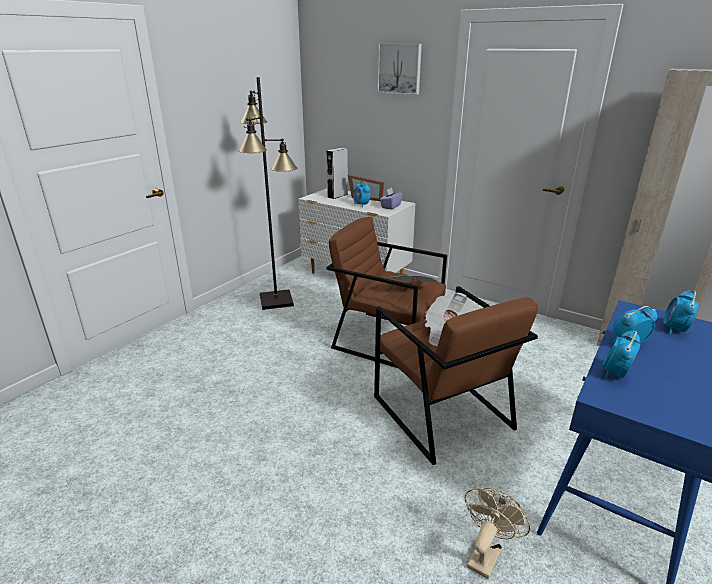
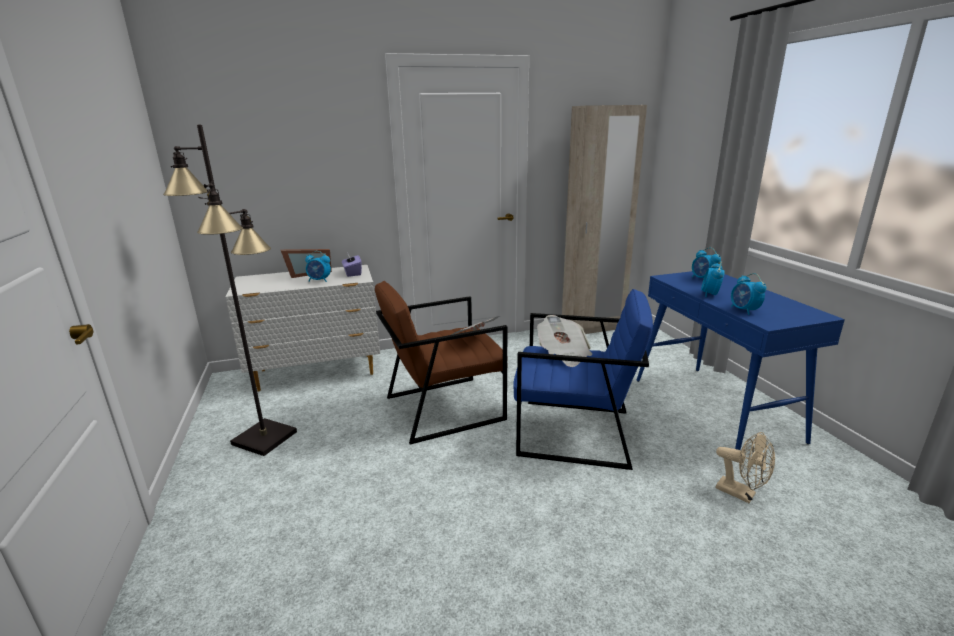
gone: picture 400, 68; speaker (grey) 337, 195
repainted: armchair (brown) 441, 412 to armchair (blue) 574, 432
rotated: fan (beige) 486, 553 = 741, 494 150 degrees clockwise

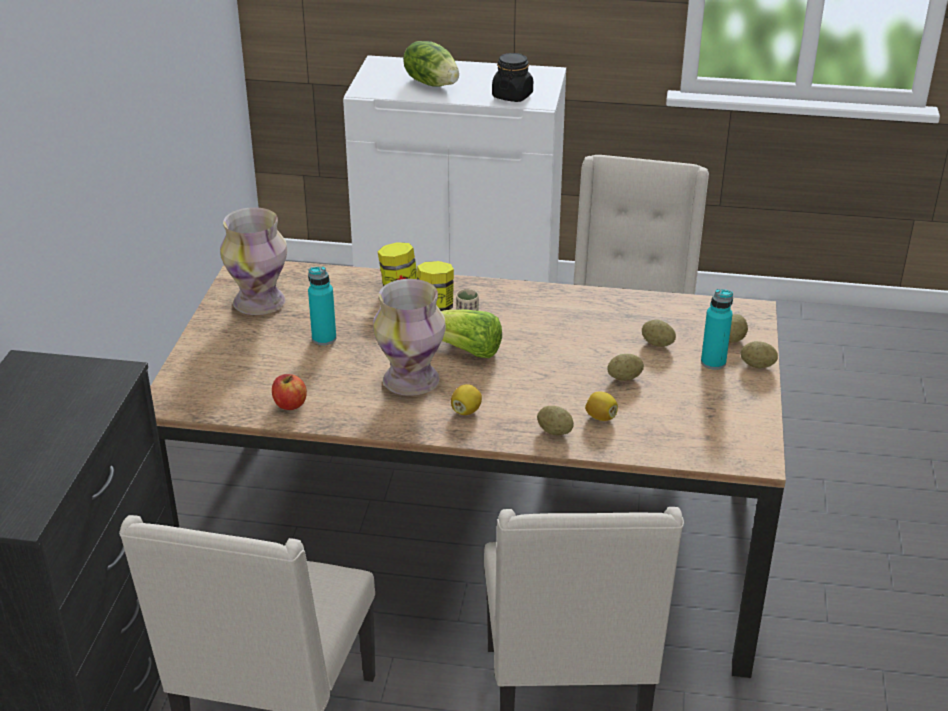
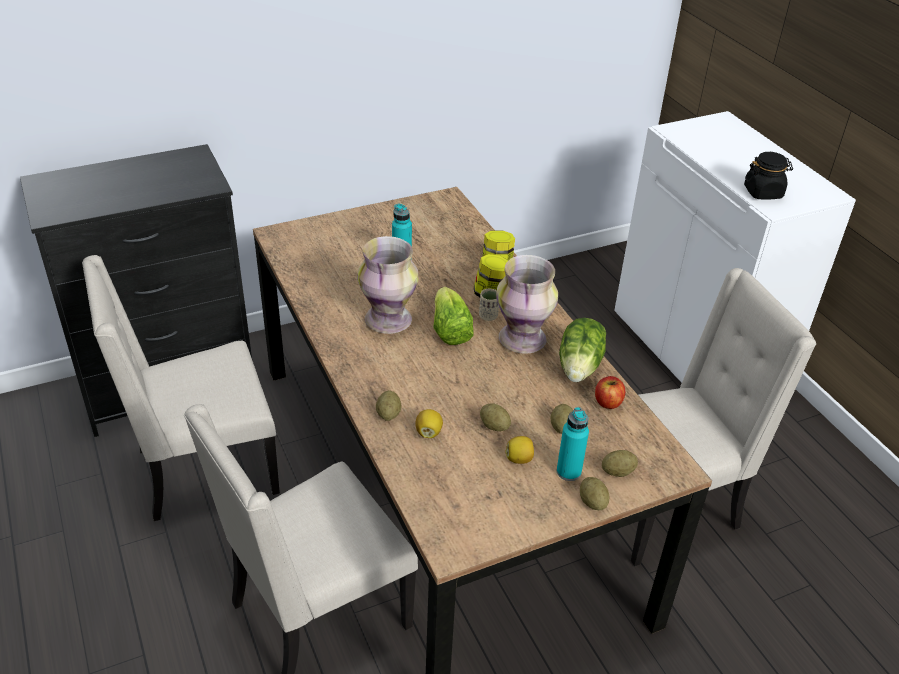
shifted: lettuce 432, 83 to 580, 366; vase 260, 302 to 523, 339; apple 290, 404 to 608, 402; lemon 466, 411 to 519, 459

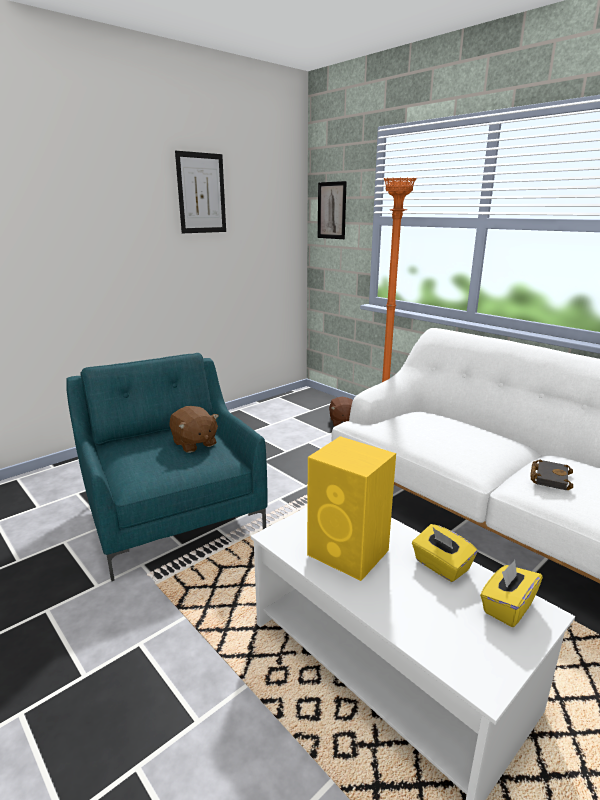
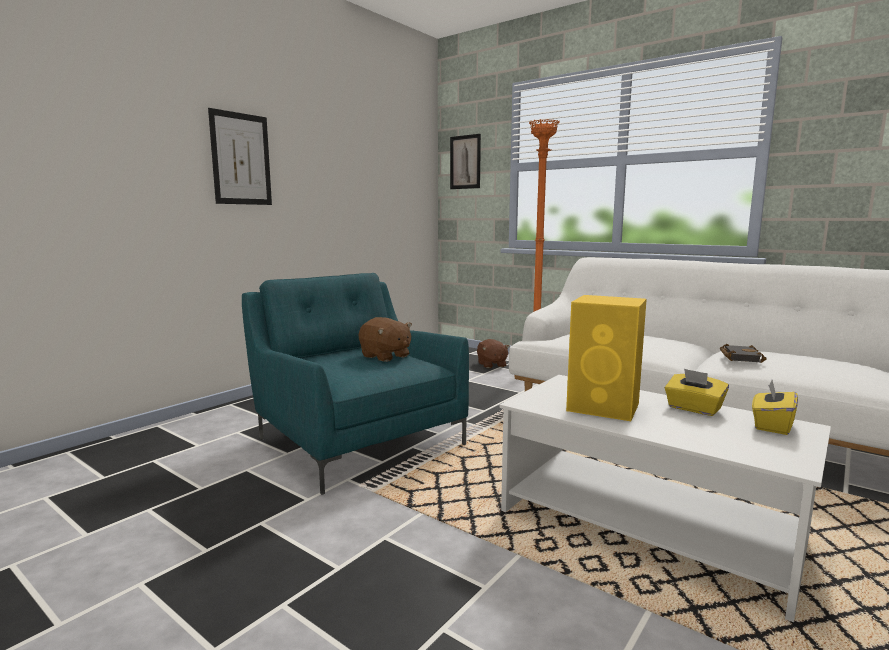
shifted: picture 201, 193 to 241, 159

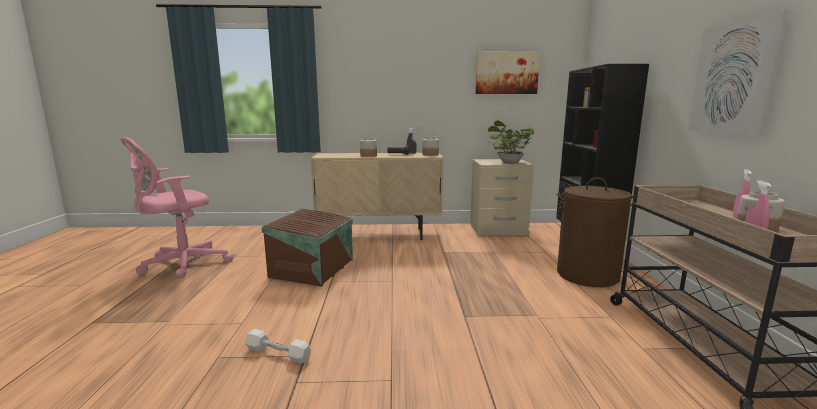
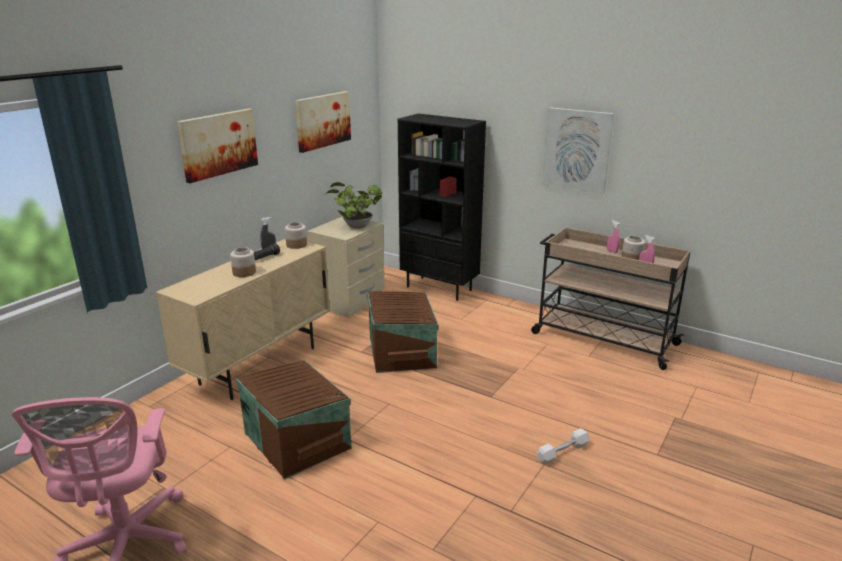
gone: laundry basket (brown) 587, 275
new: picture 218, 144; storage box (brown) 403, 351
shifted: dumbbell (white) 278, 353 to 562, 452

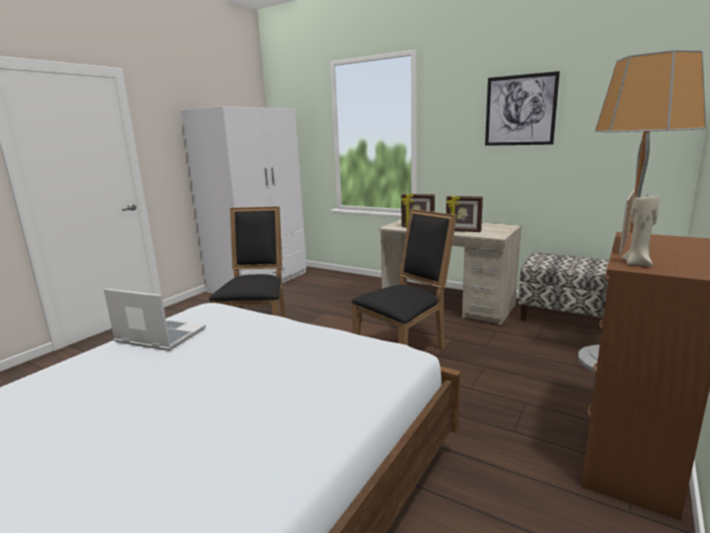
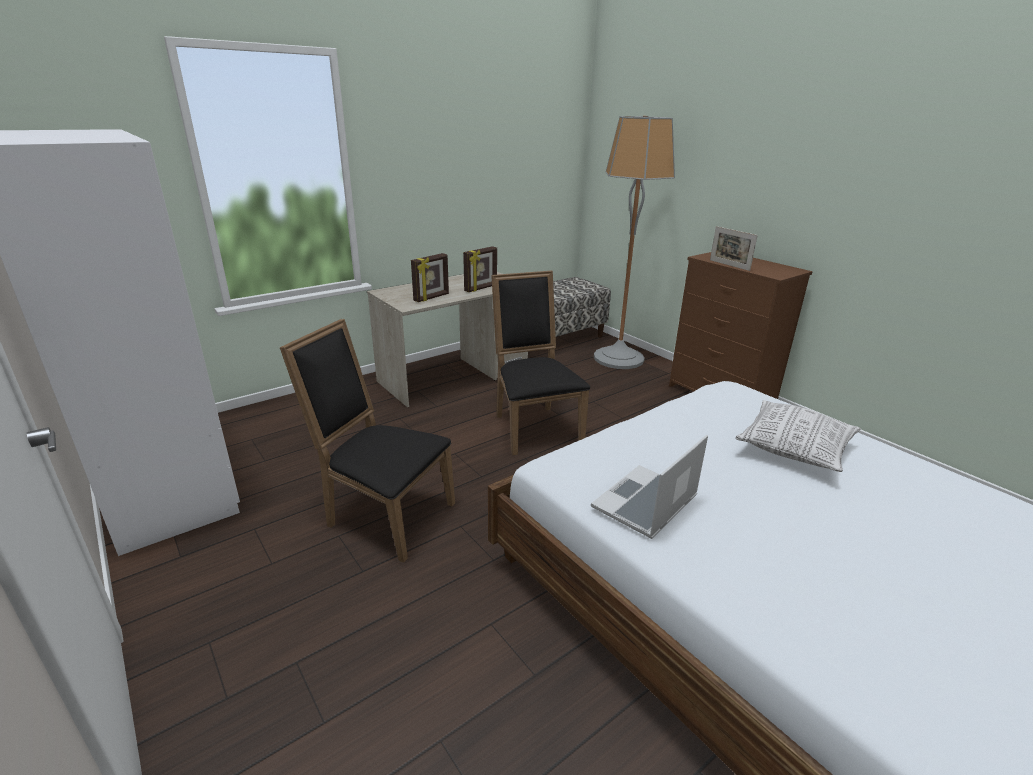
gone: picture 520, 110; candle (beige) 637, 264
new: pillow 794, 448

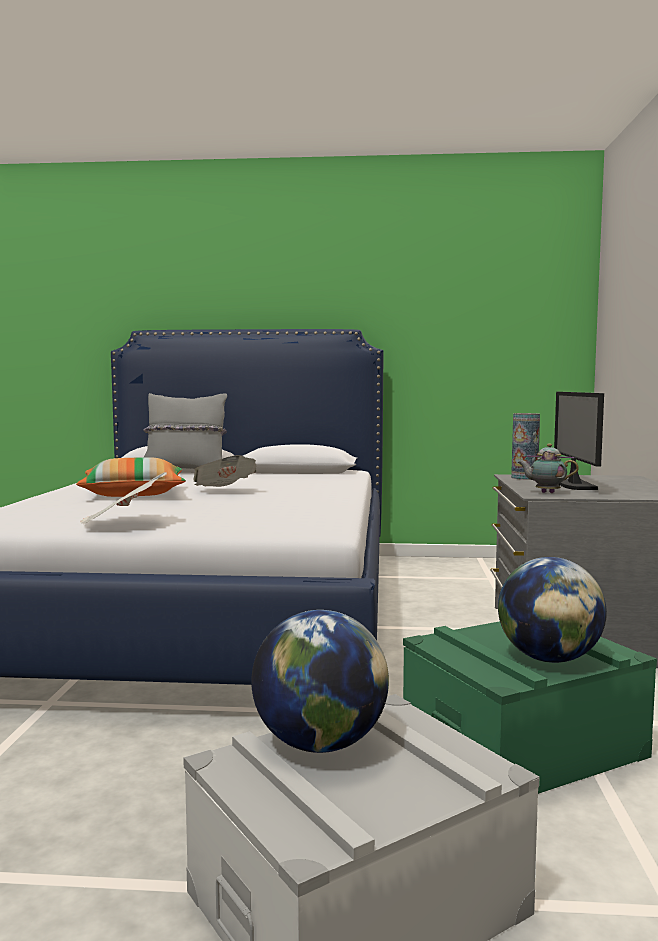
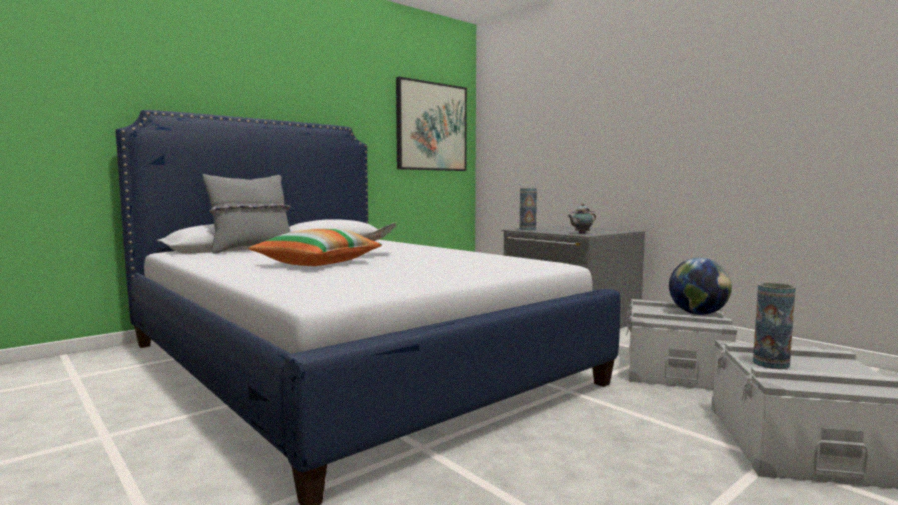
gone: monitor 574, 485; newspaper 121, 523
new: picture 431, 127
swapped: globe 320, 744 to vase 771, 364
repainted: storage box (green) 522, 744 to storage box (grey) 675, 368

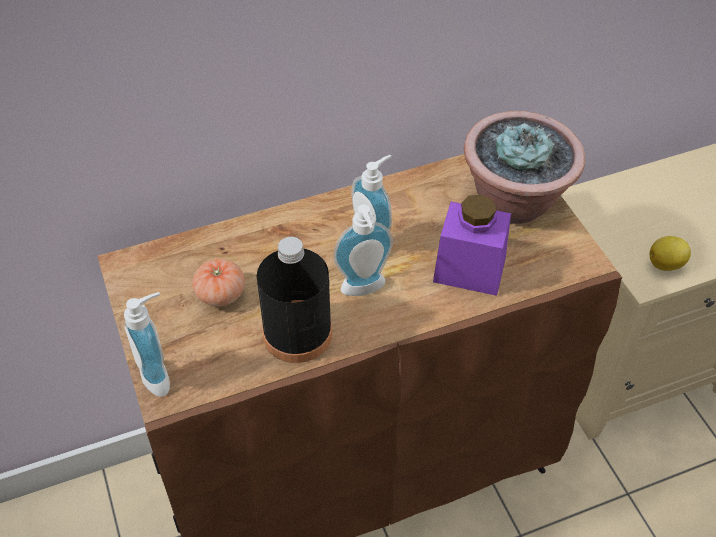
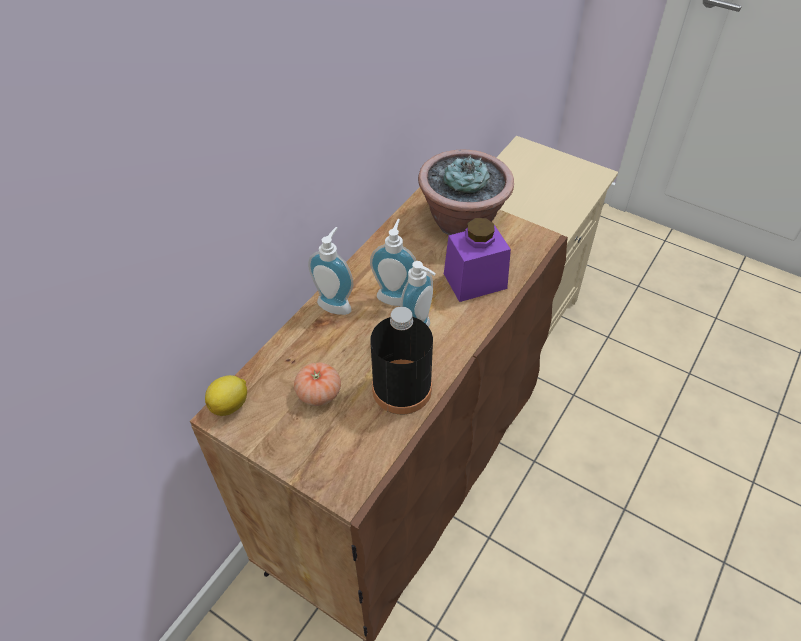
shifted: lemon 666, 264 to 231, 405; soap dispenser 160, 375 to 336, 303

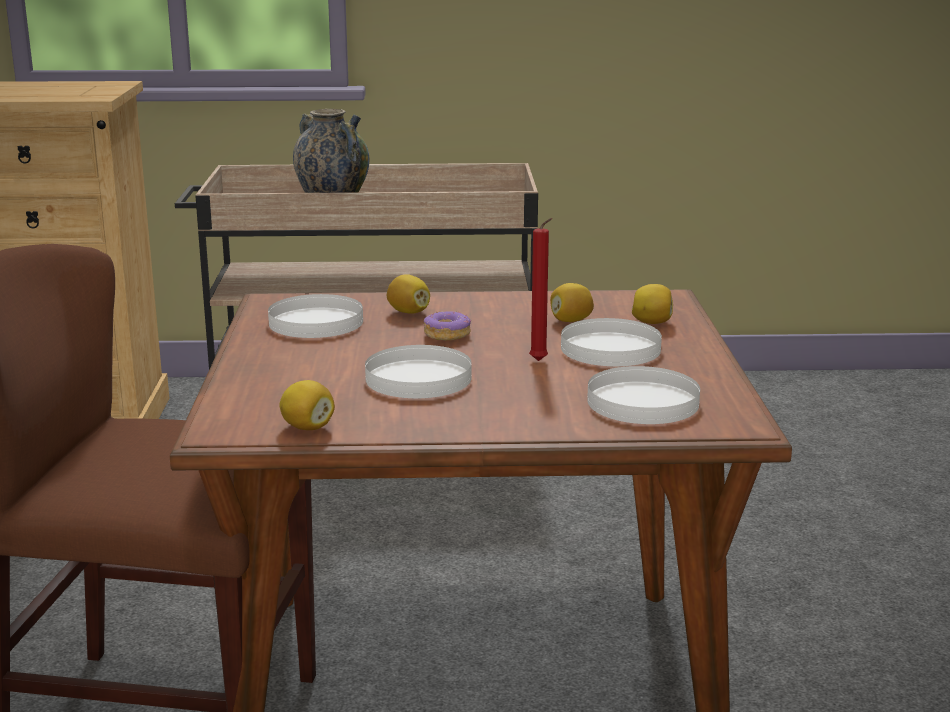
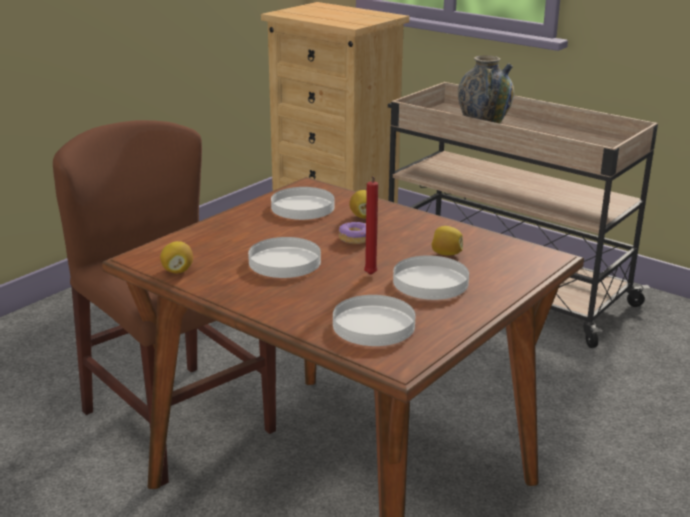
gone: lemon 652, 322

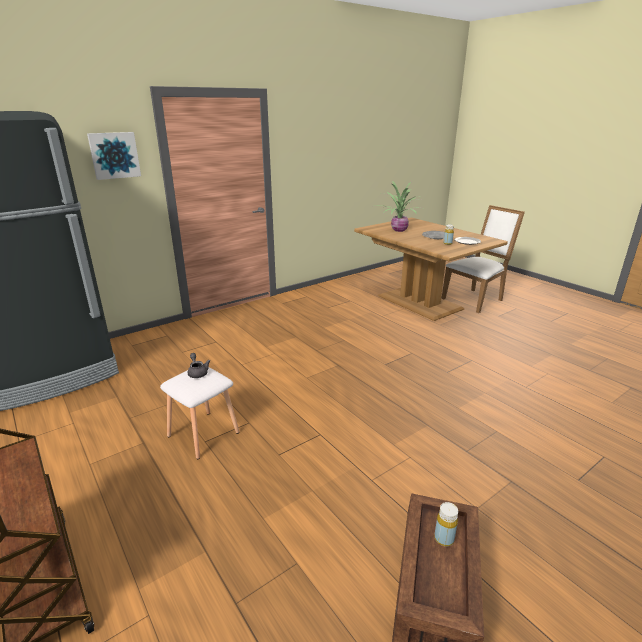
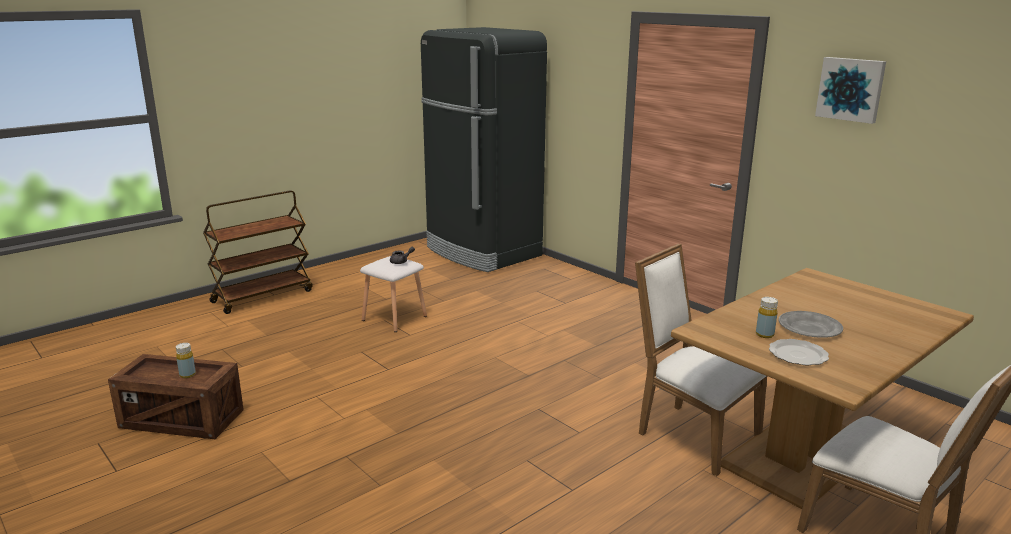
gone: potted plant 398, 230
new: chair (white) 691, 434
shifted: picture 114, 155 to 851, 89

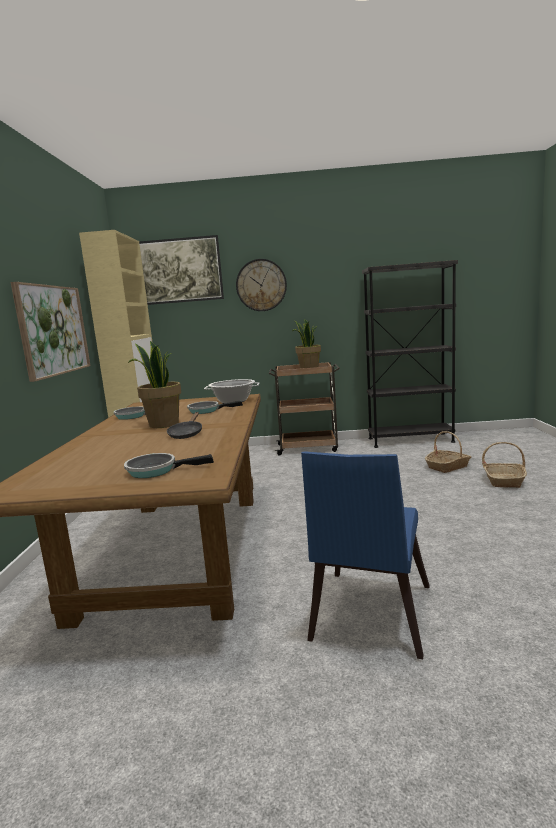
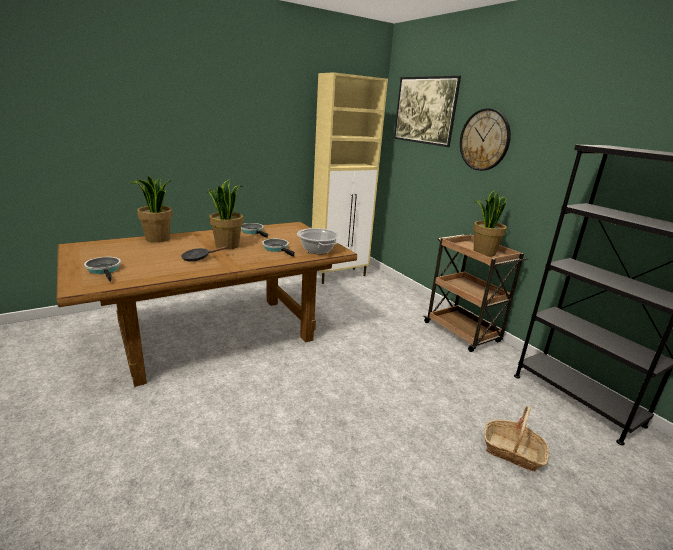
gone: picture 53, 330; basket 504, 480; chair (blue) 368, 617
new: potted plant 158, 239

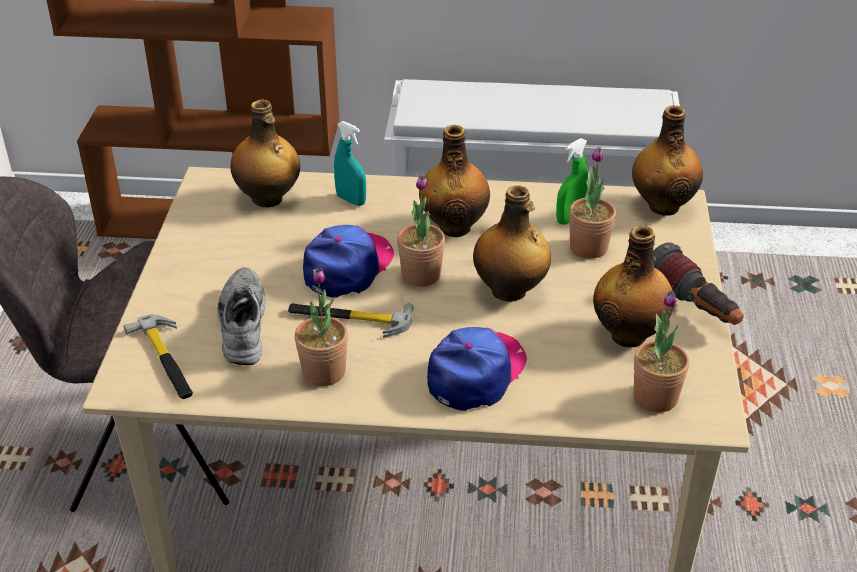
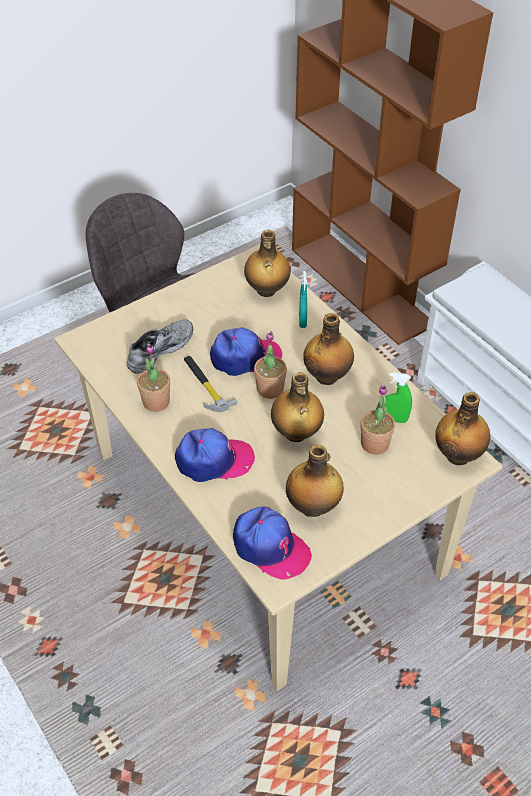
gone: flashlight 692, 310; hammer 166, 360
swapped: potted plant 655, 397 to cap 270, 547

